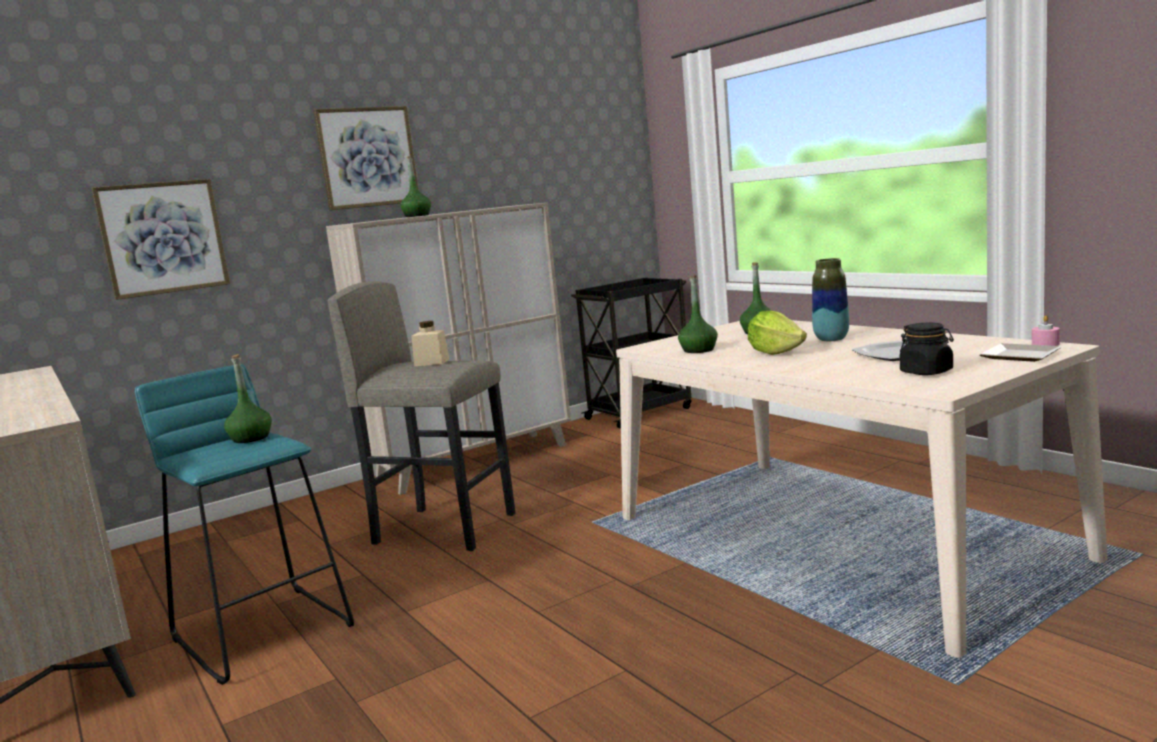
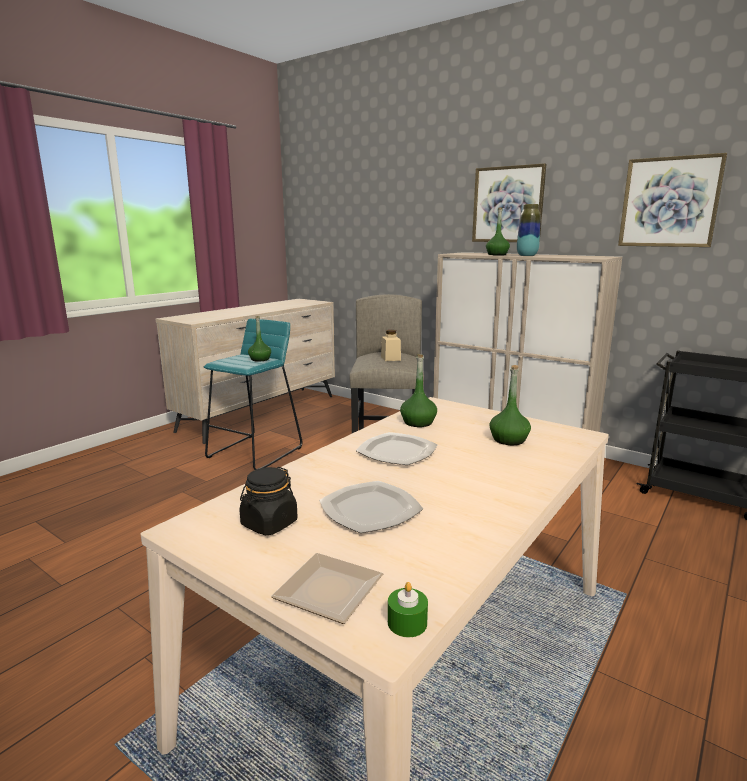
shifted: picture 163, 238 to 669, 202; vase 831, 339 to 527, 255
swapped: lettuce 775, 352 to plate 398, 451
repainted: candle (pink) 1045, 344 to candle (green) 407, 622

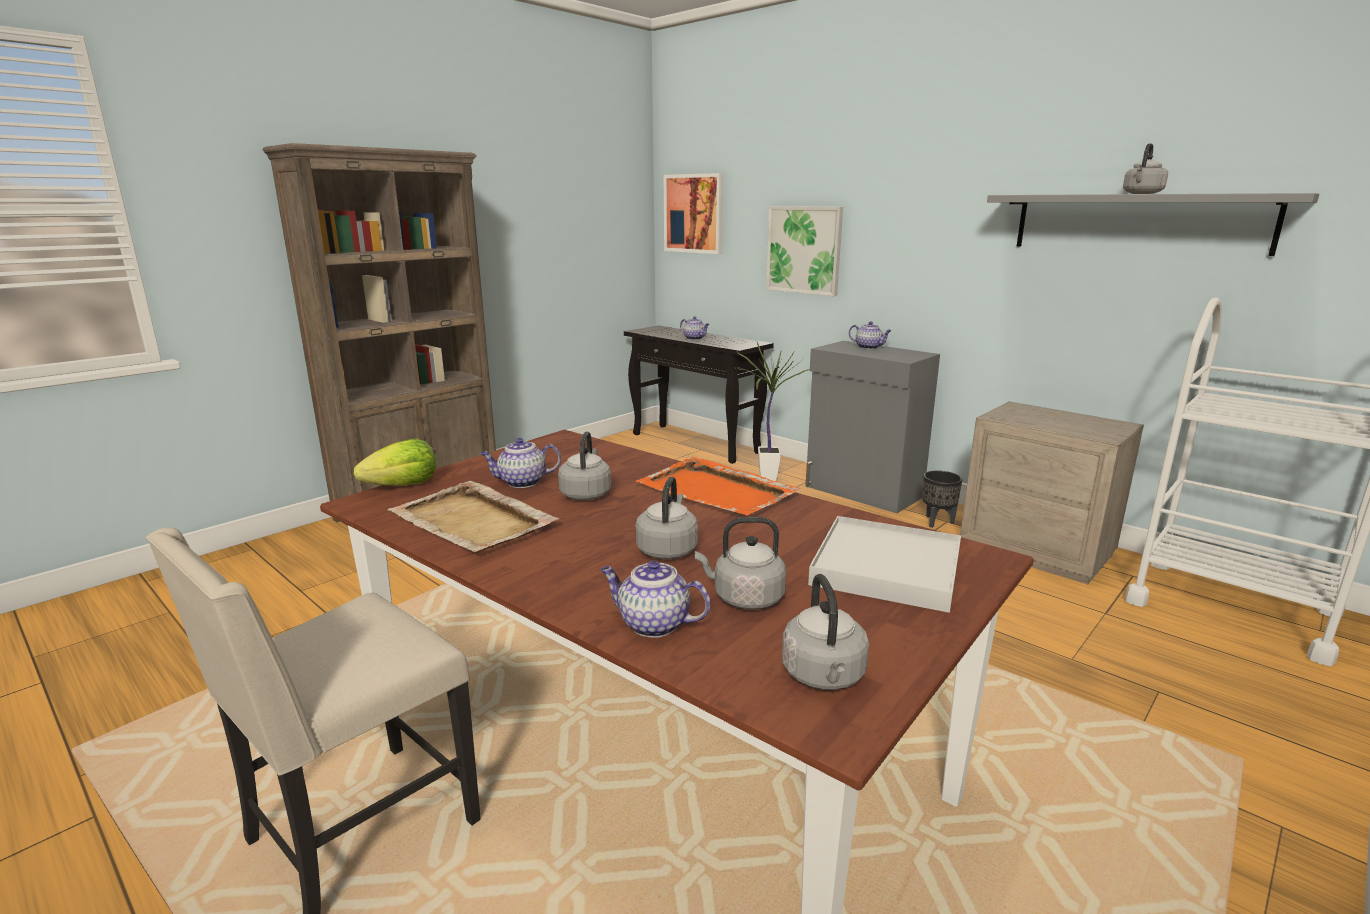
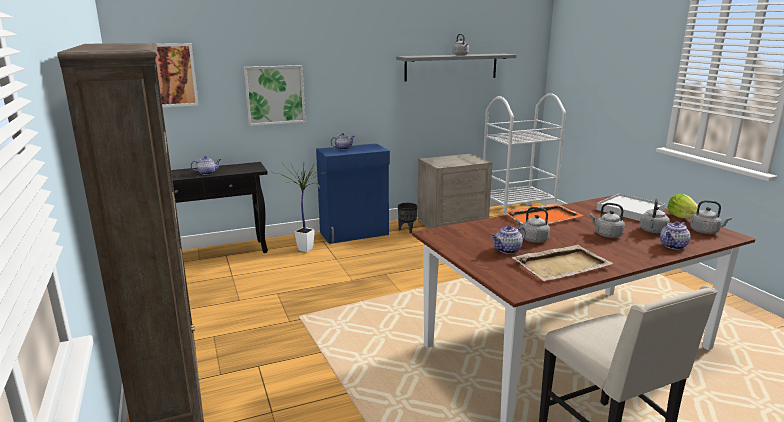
shifted: lettuce 403, 486 to 682, 217
repainted: cabinet (grey) 863, 492 to cabinet (blue) 355, 233
rotated: teapot 521, 482 = 507, 250 45 degrees clockwise

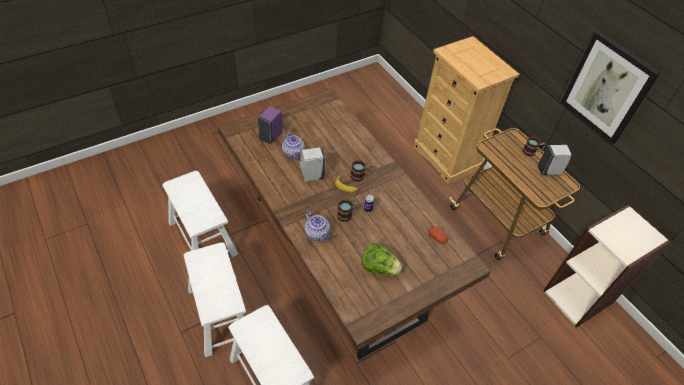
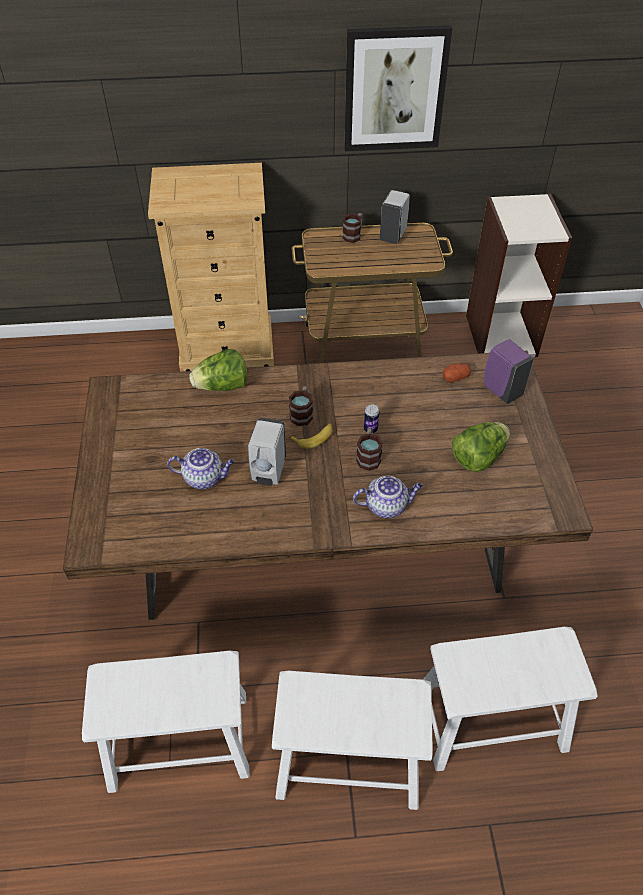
new: lettuce 222, 386
shifted: soap dispenser (purple) 271, 136 to 501, 390

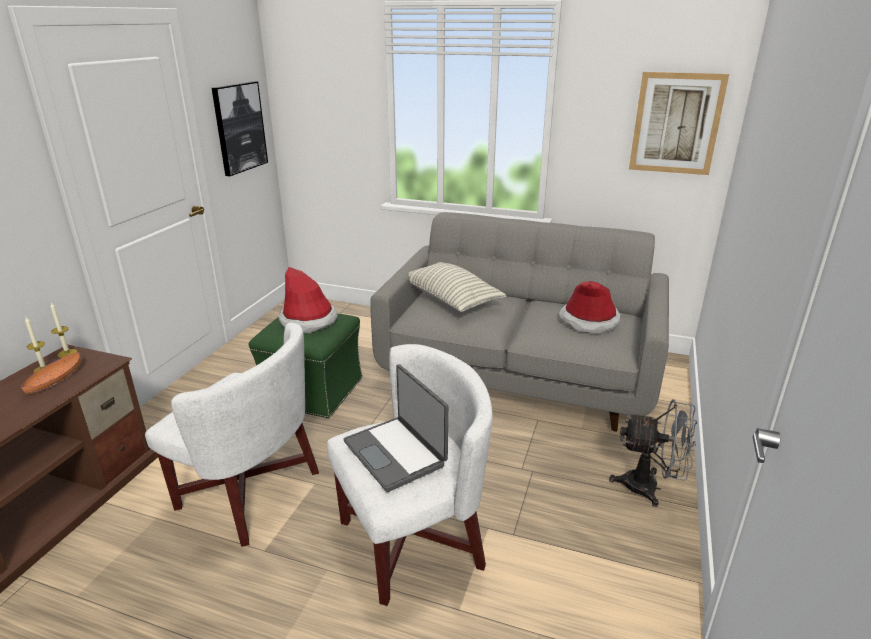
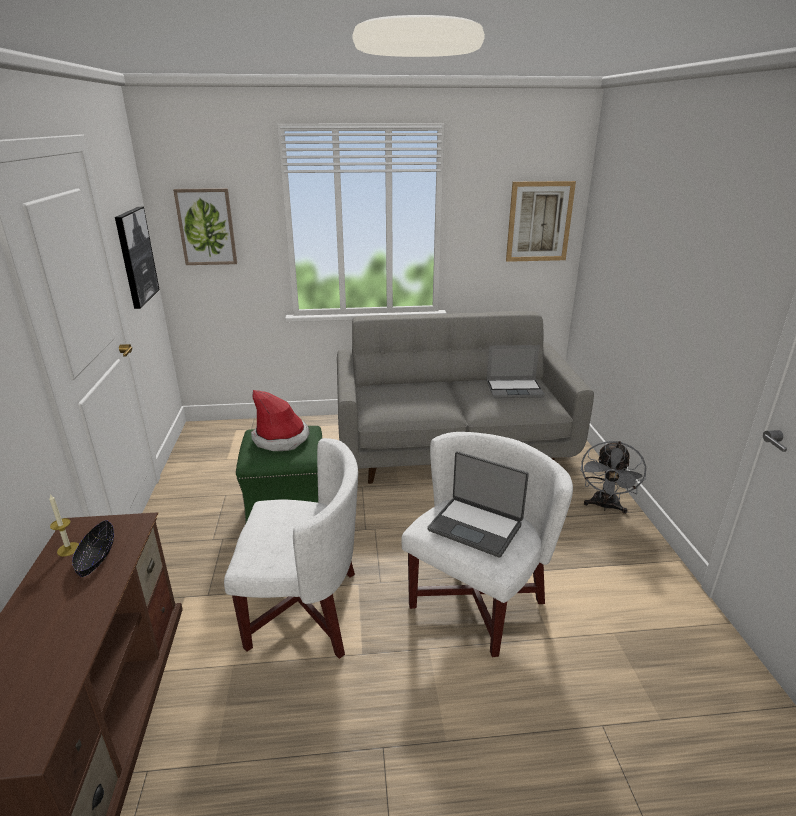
gone: pillow 450, 299; candle 67, 353
new: picture 206, 227
swapped: hat 589, 321 to laptop 515, 389
repainted: bowl (orange) 54, 380 to bowl (black) 96, 556
rotated: fan (grey) 650, 487 = 605, 506 120 degrees clockwise

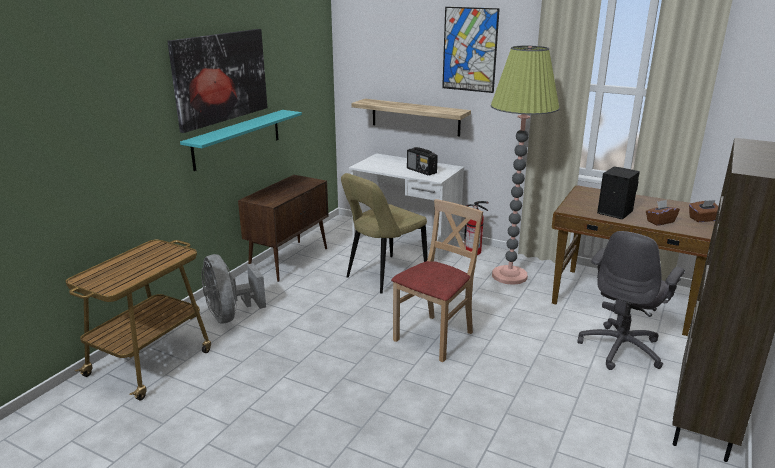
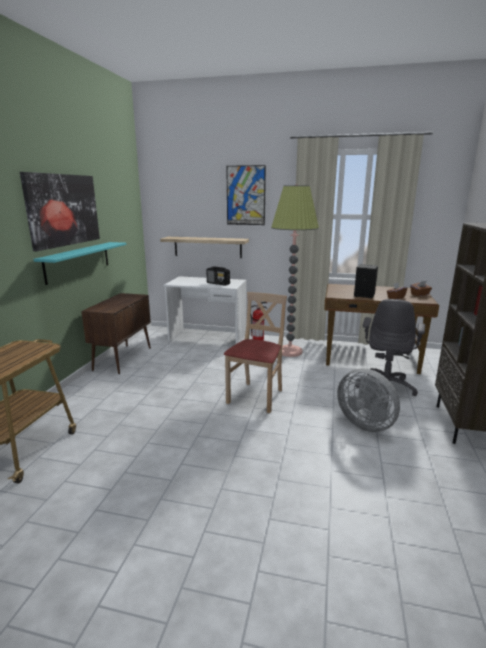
gone: chair (beige) 383, 276
shifted: fan (grey) 230, 315 to 366, 424

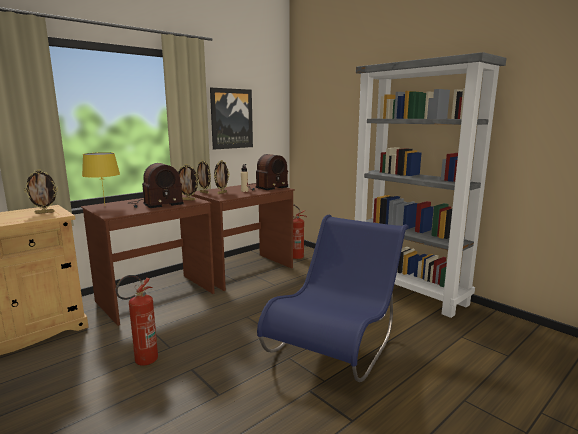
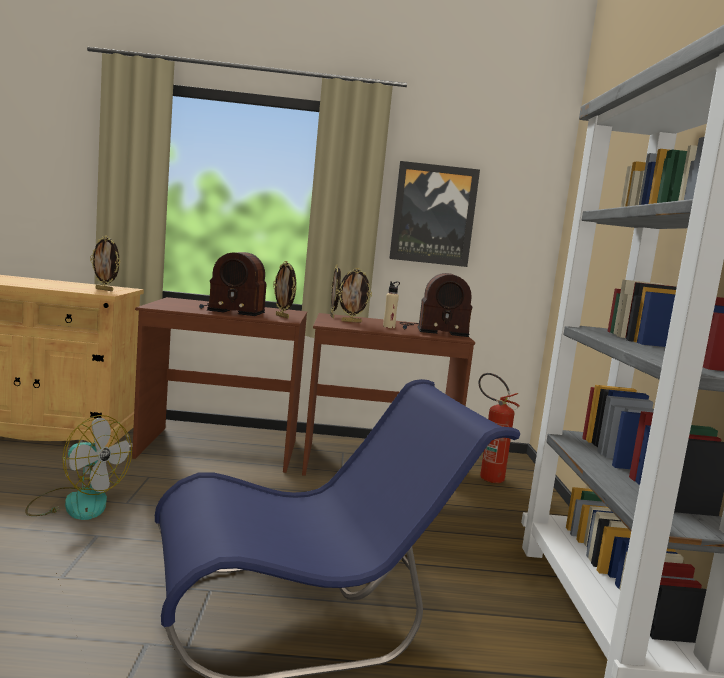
gone: table lamp (yellow) 104, 205
swapped: fire extinguisher 142, 362 to fan 76, 502

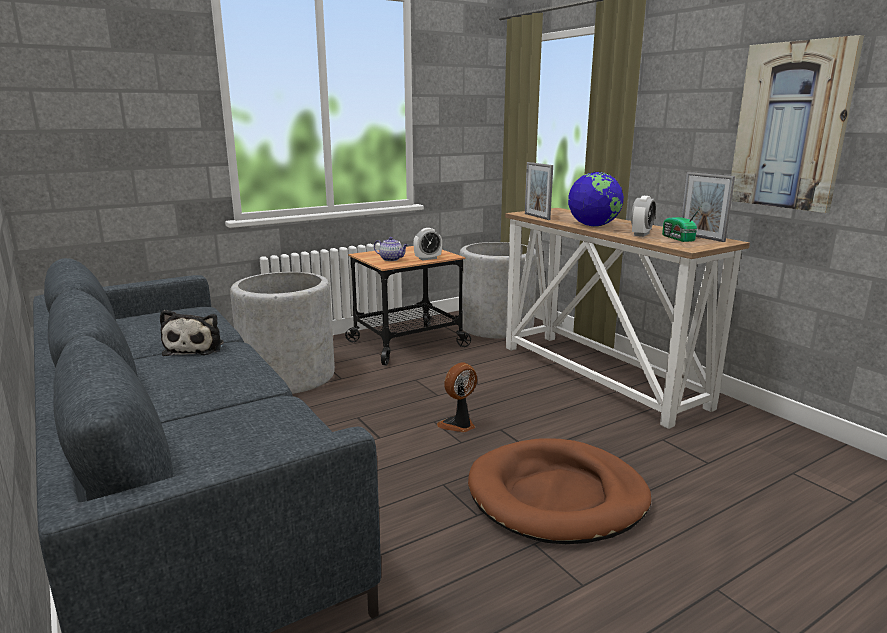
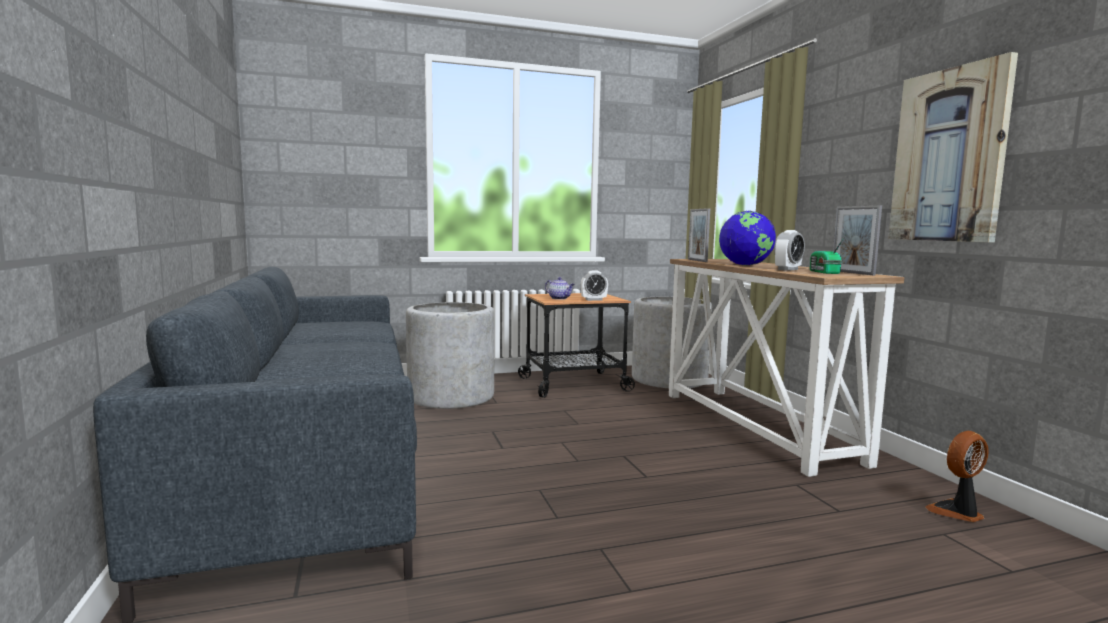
gone: plush toy 196, 348; dog bed (brown) 557, 496
shifted: fan 459, 425 to 957, 512

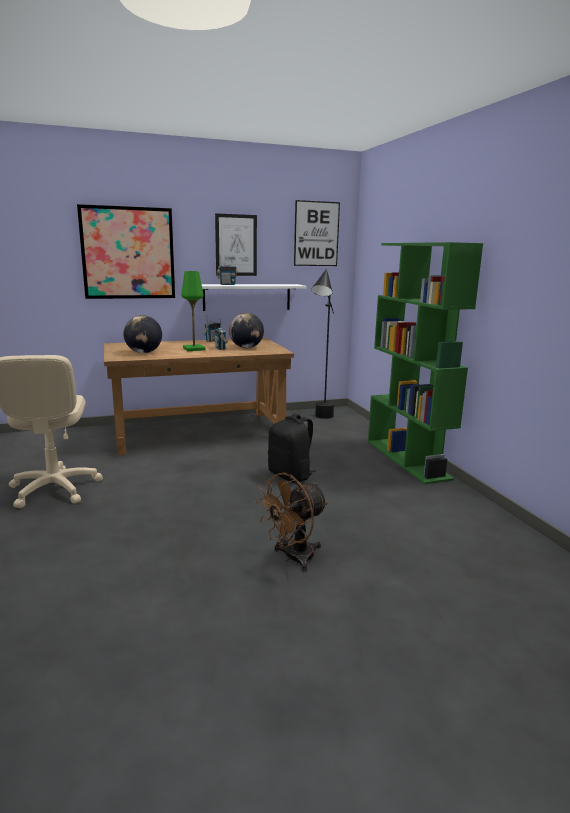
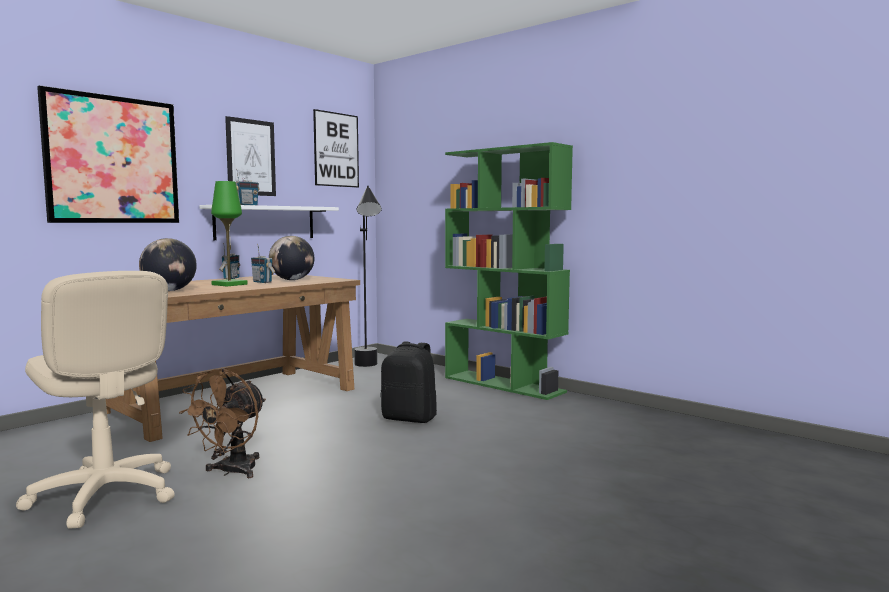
shifted: fan (brown) 293, 558 to 231, 472

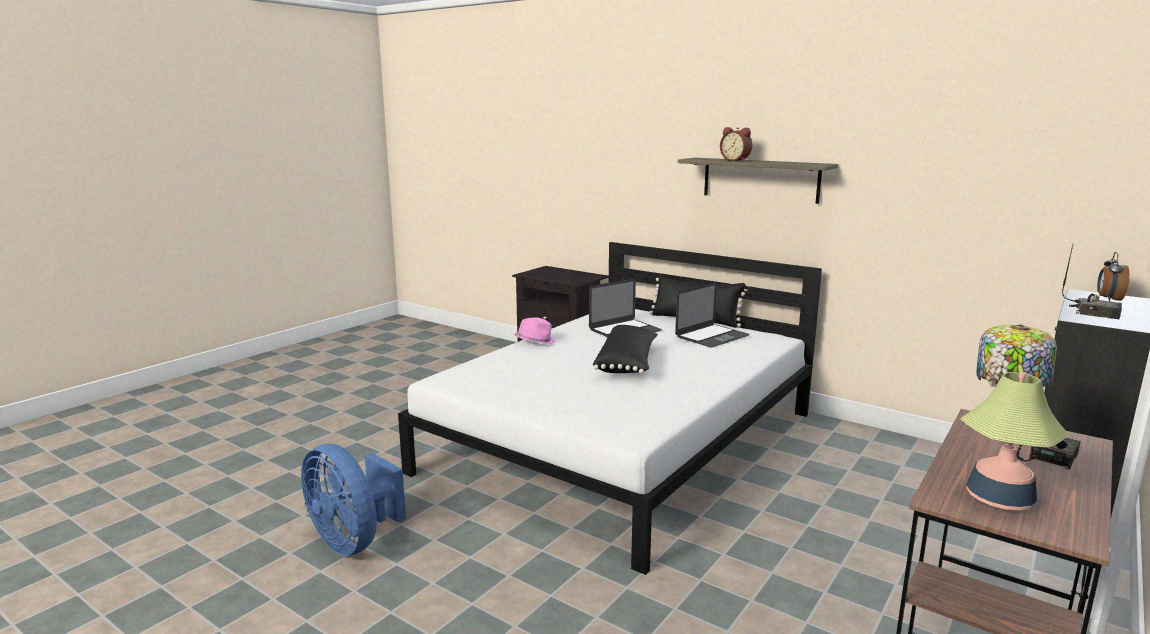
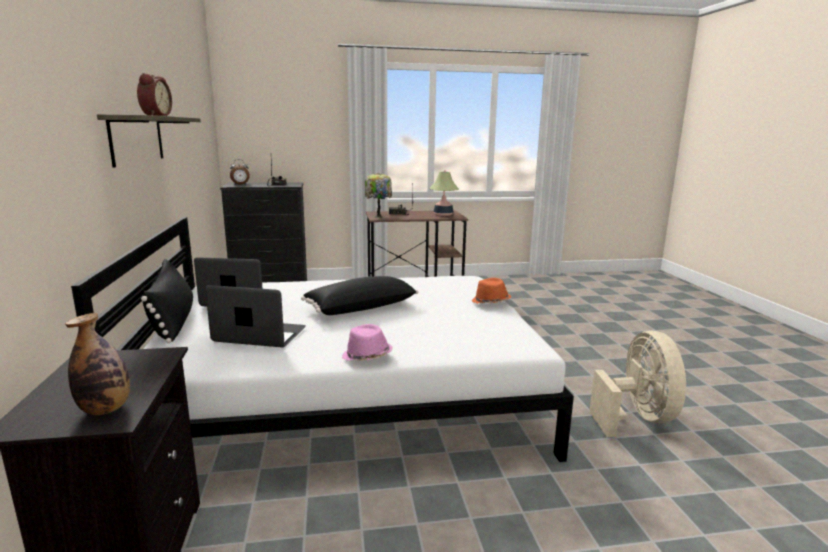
new: hat (orange) 490, 302; bottle 105, 409
repainted: fan (blue) 353, 541 to fan (beige) 637, 418

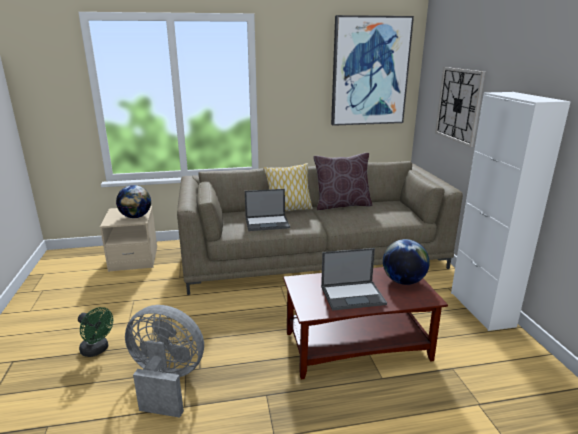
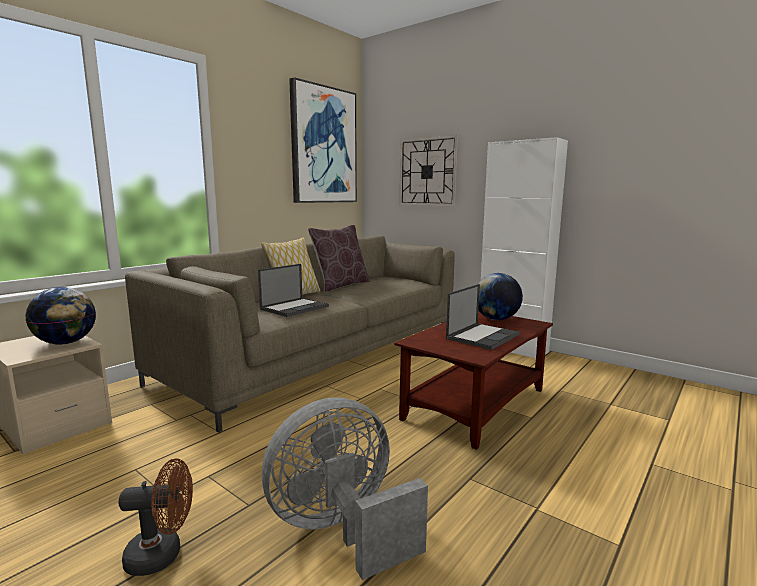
repainted: fan (green) 97, 350 to fan (brown) 162, 555

